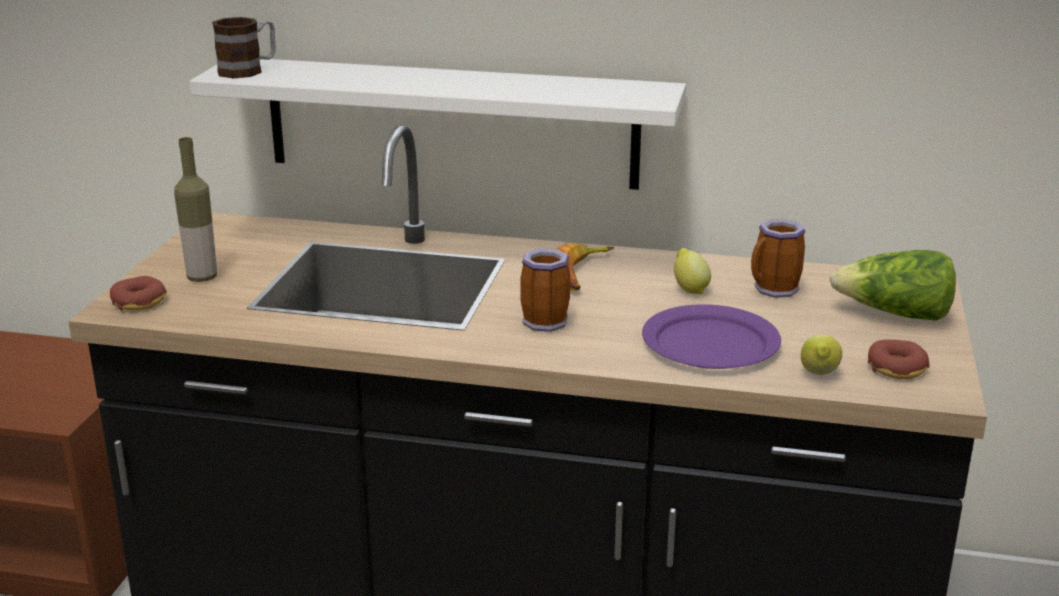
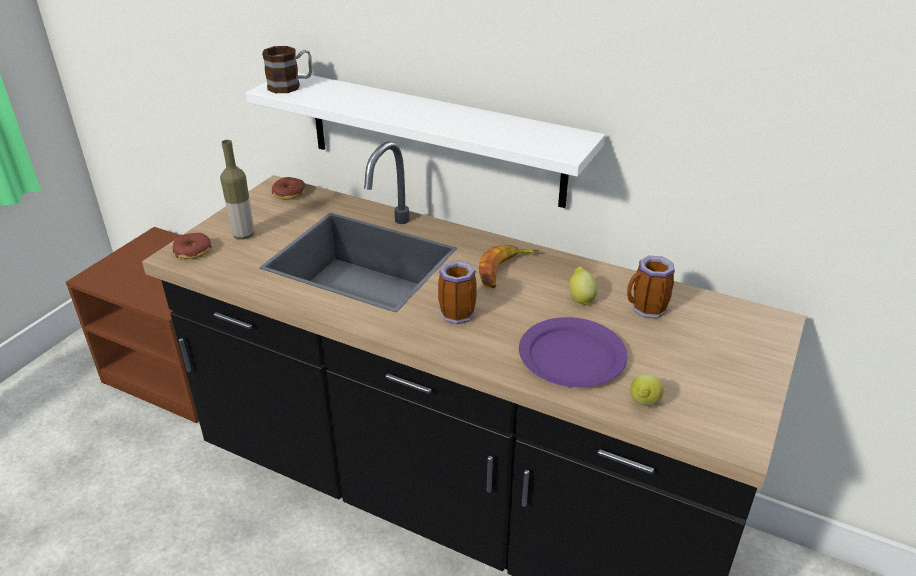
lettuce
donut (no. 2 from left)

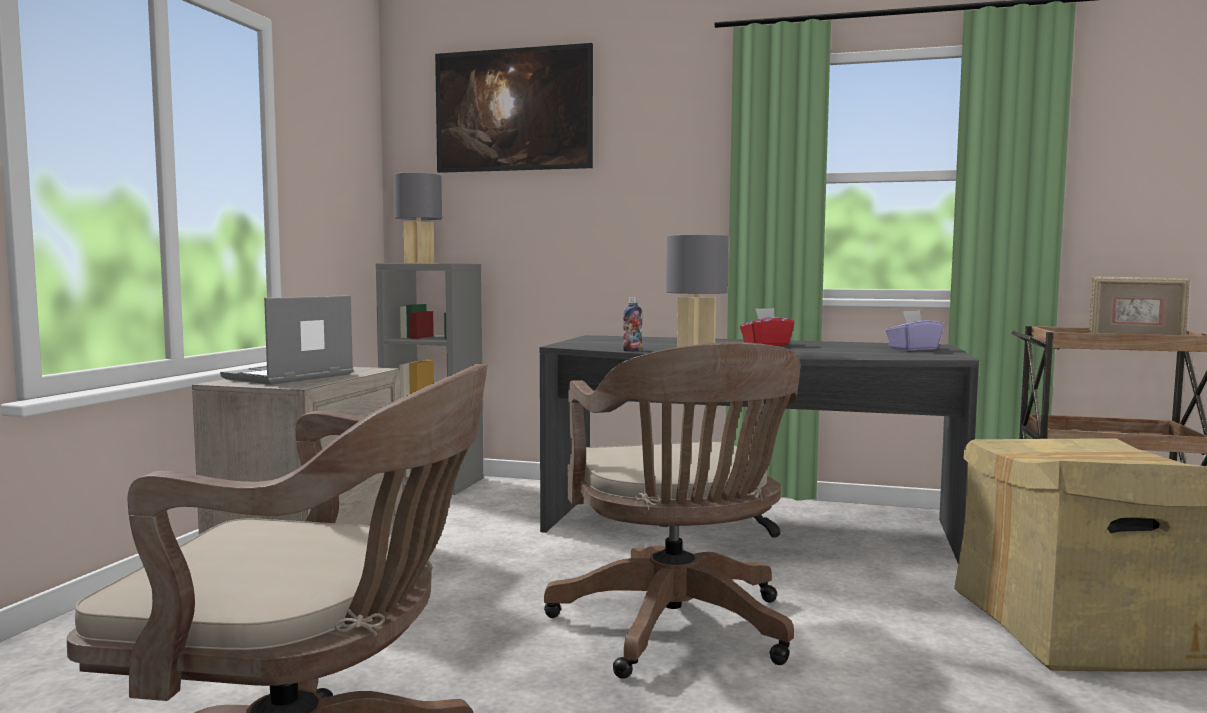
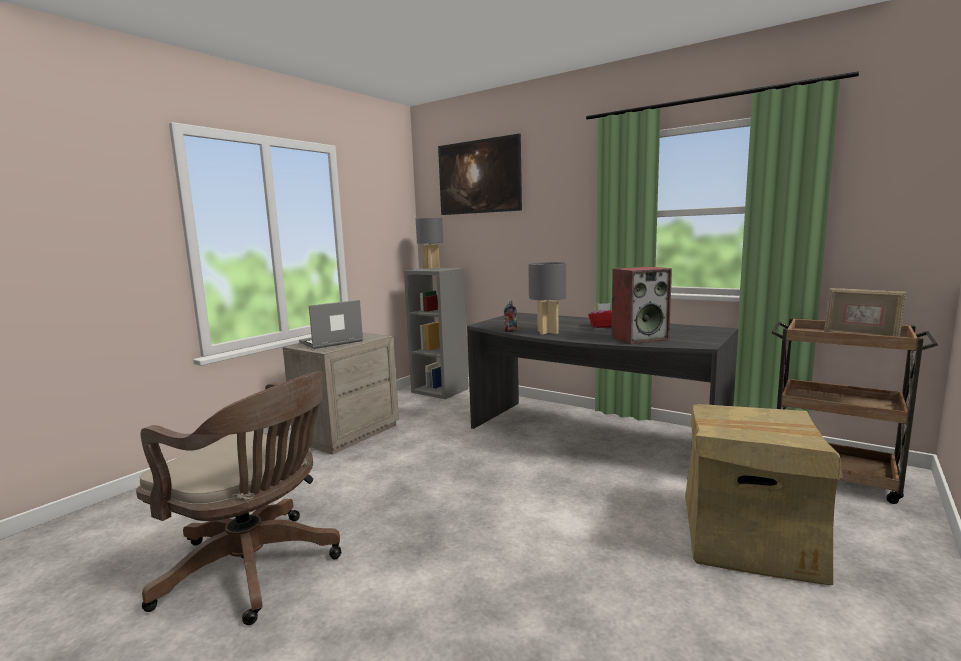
office chair/brown (no. 2 from left in the first image)
tissue box/purple
speaker

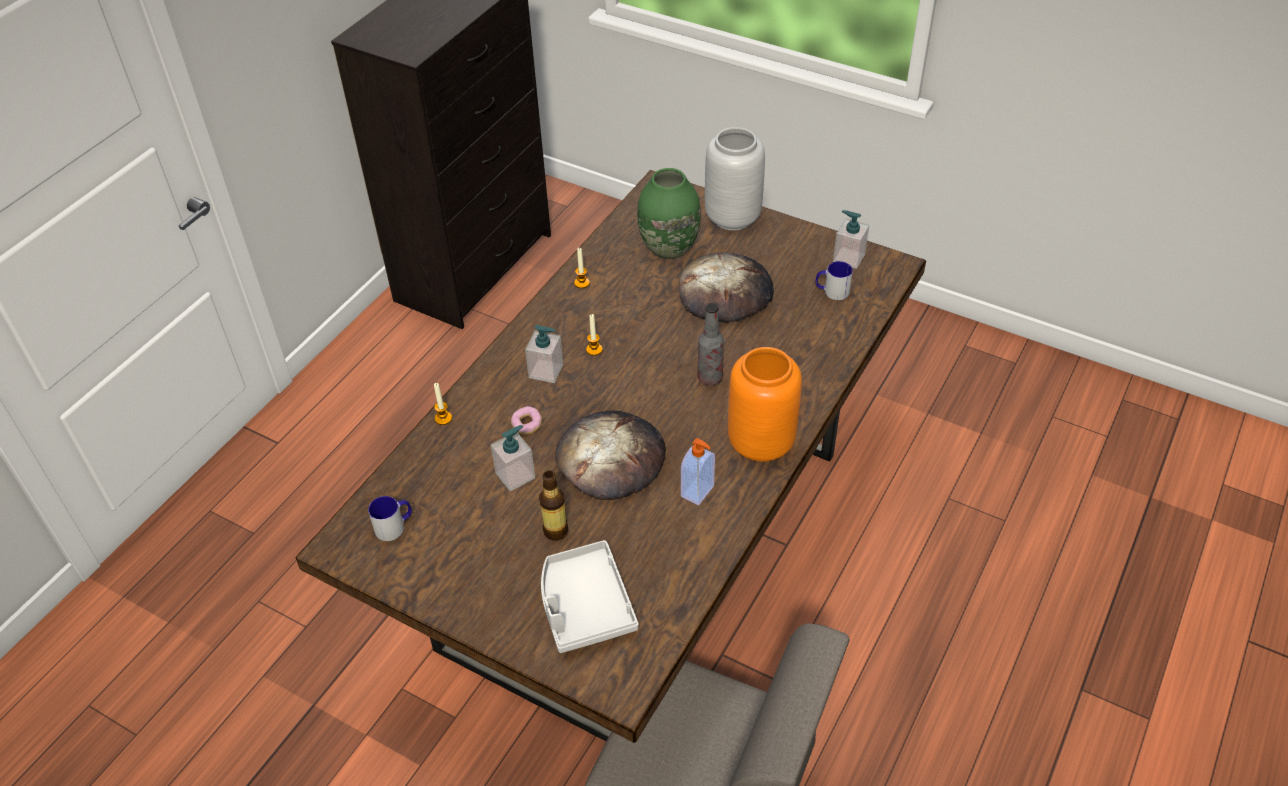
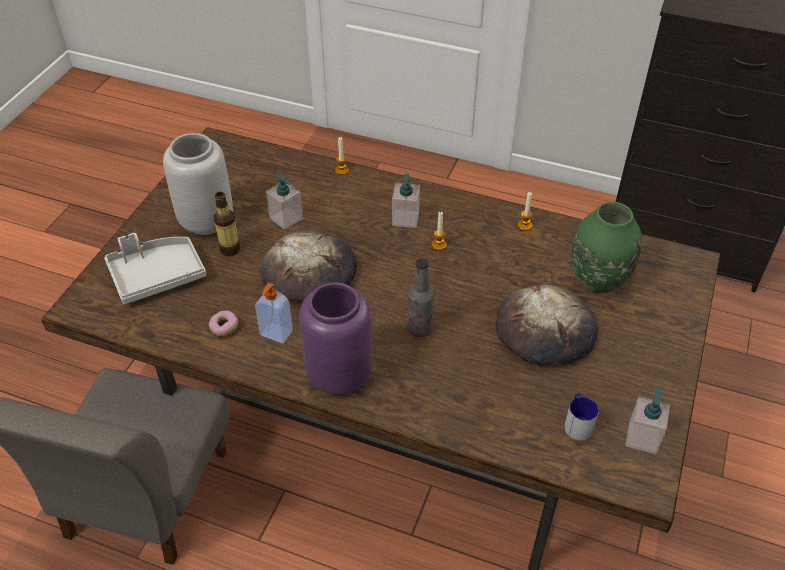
mug (no. 1 from left in the first image)
donut
vase/grey
vase/purple

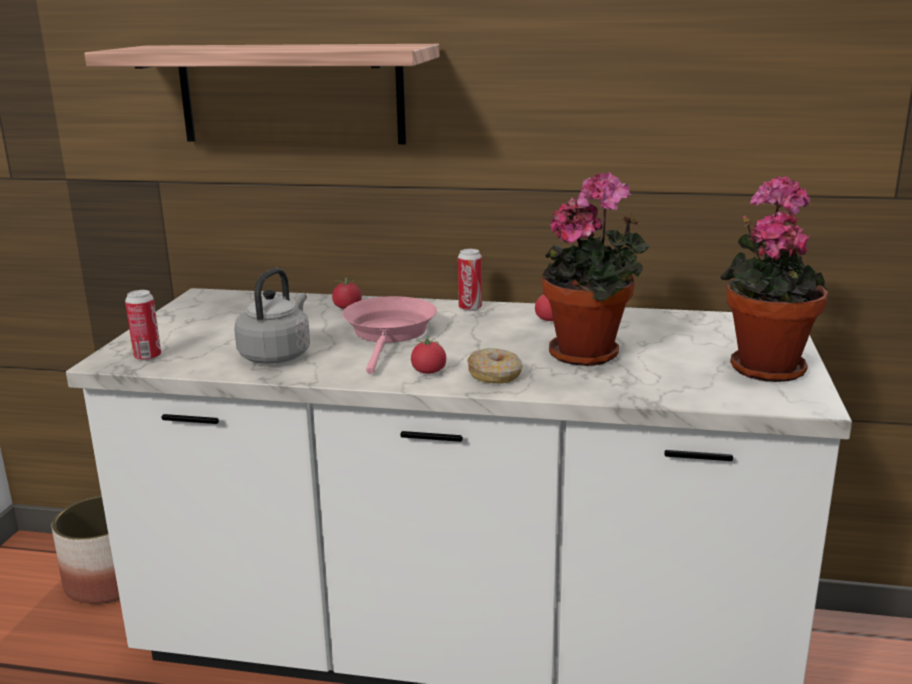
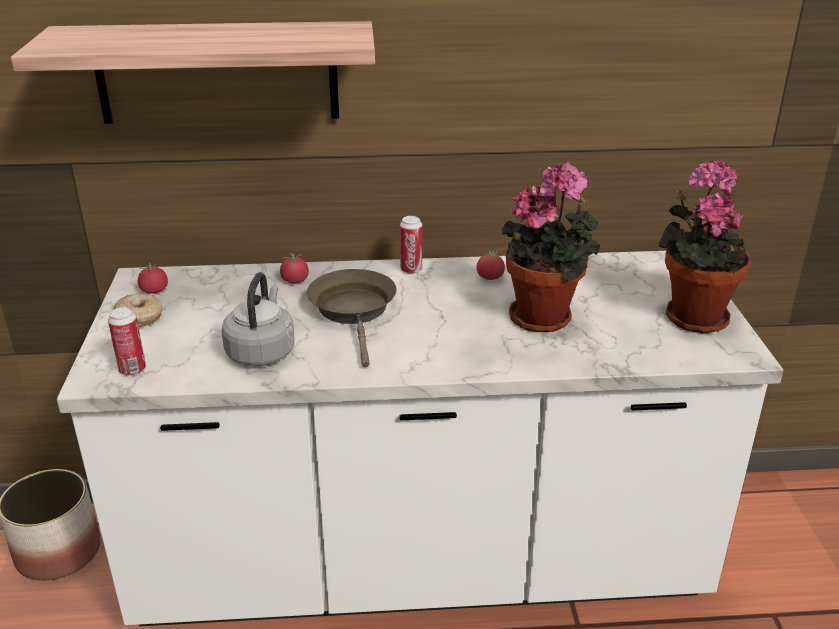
tomato (no. 1 from left)
donut
frying pan/brown

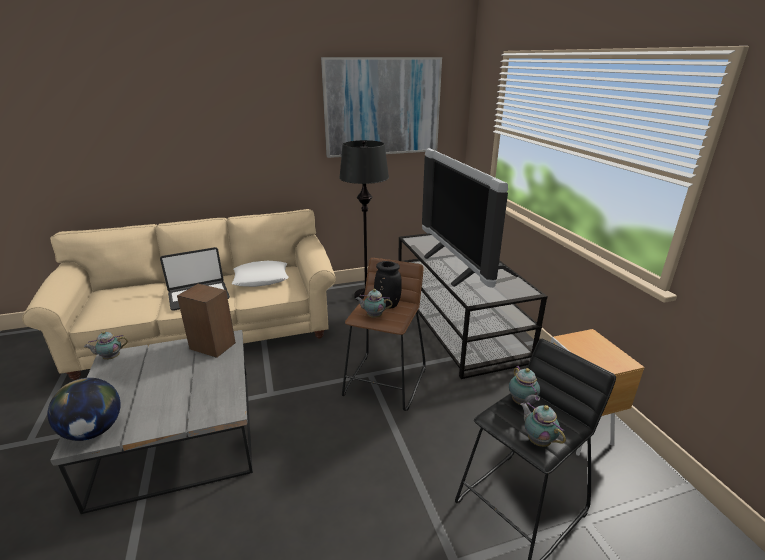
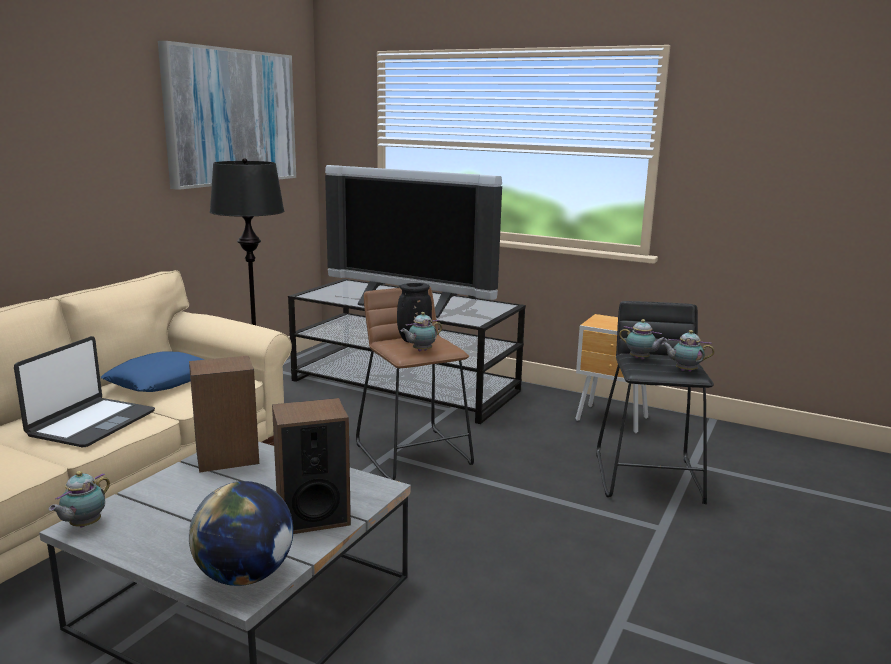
speaker (no. 2 from left)
pillow/blue

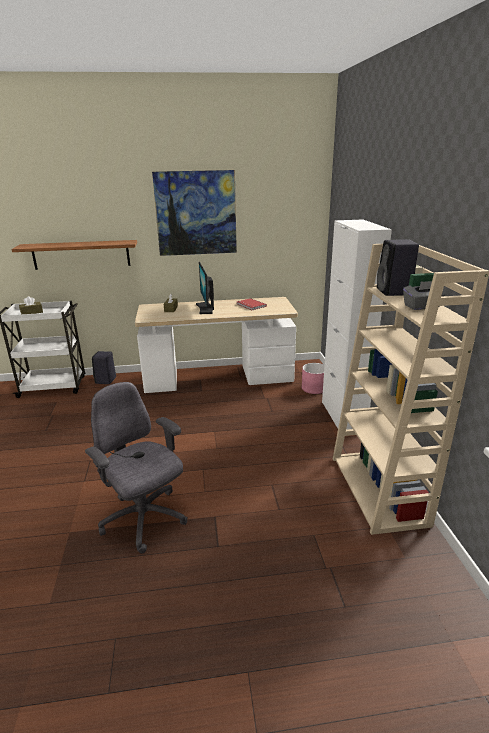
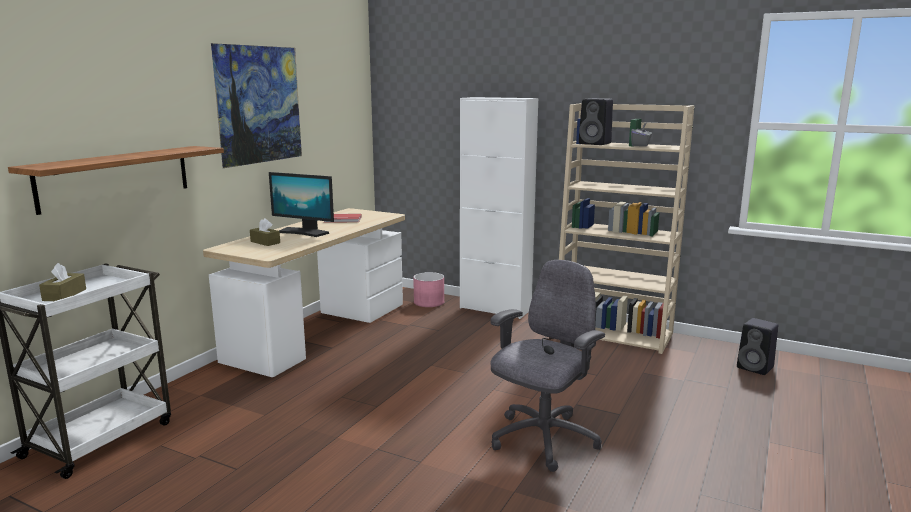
speaker/black (no. 2 from left)
office chair/grey

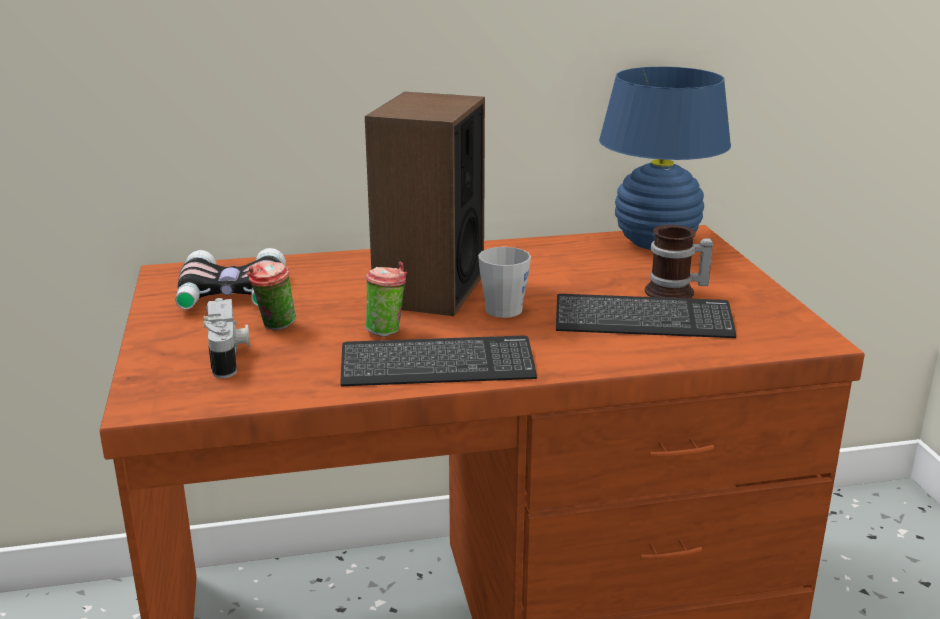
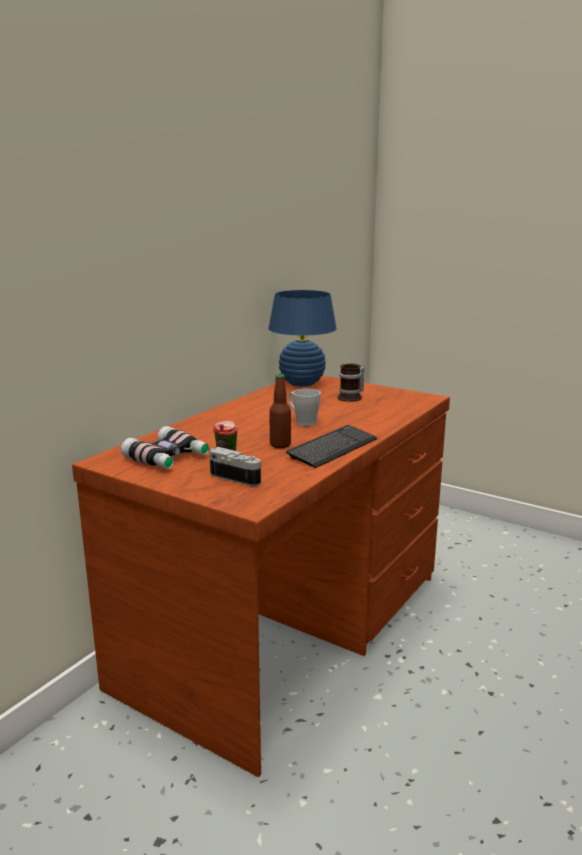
speaker
keyboard (no. 2 from left in the first image)
bottle

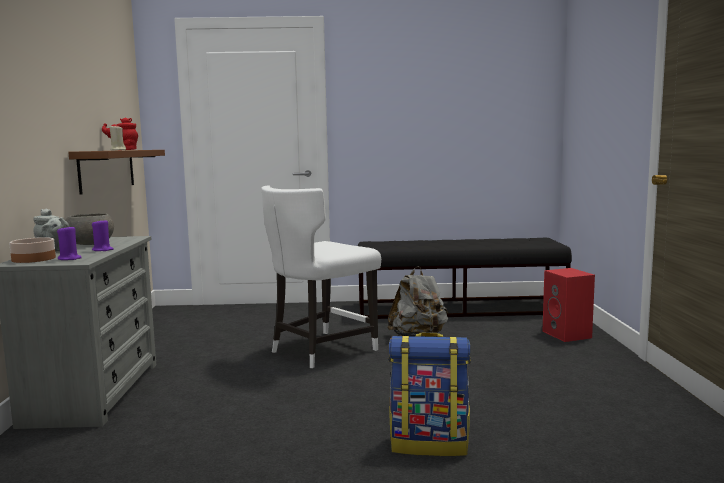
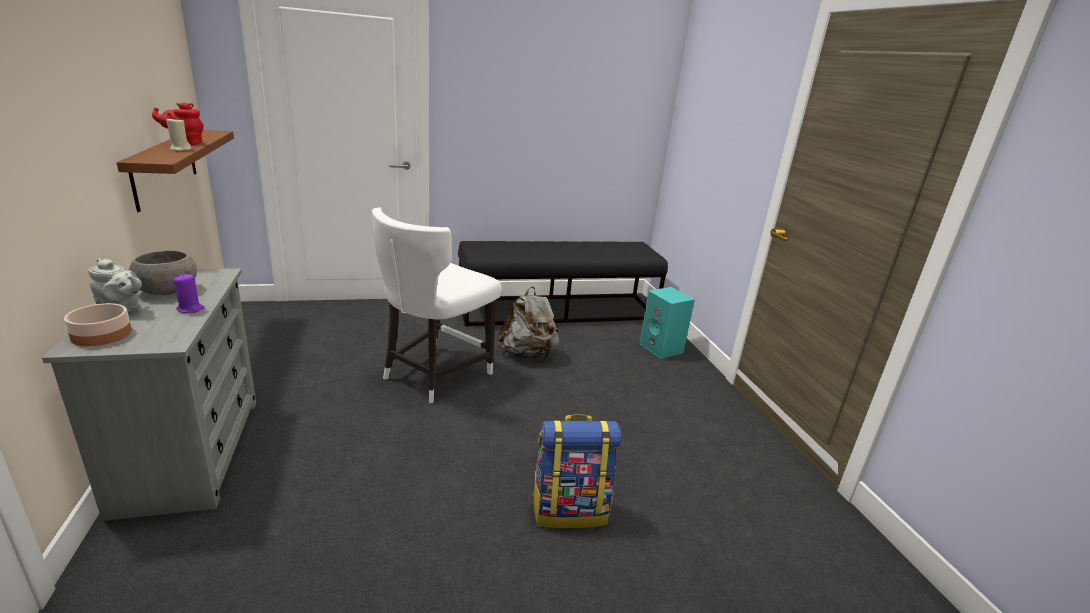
candle/purple (no. 1 from left in the first image)
speaker/turquoise

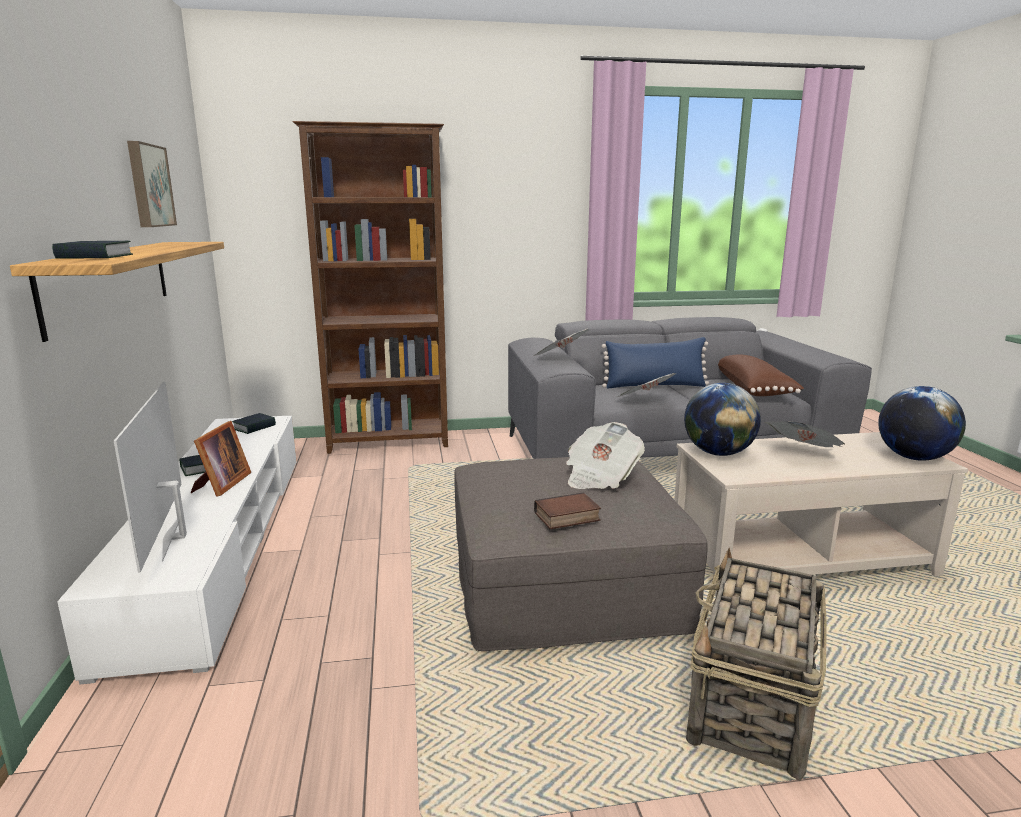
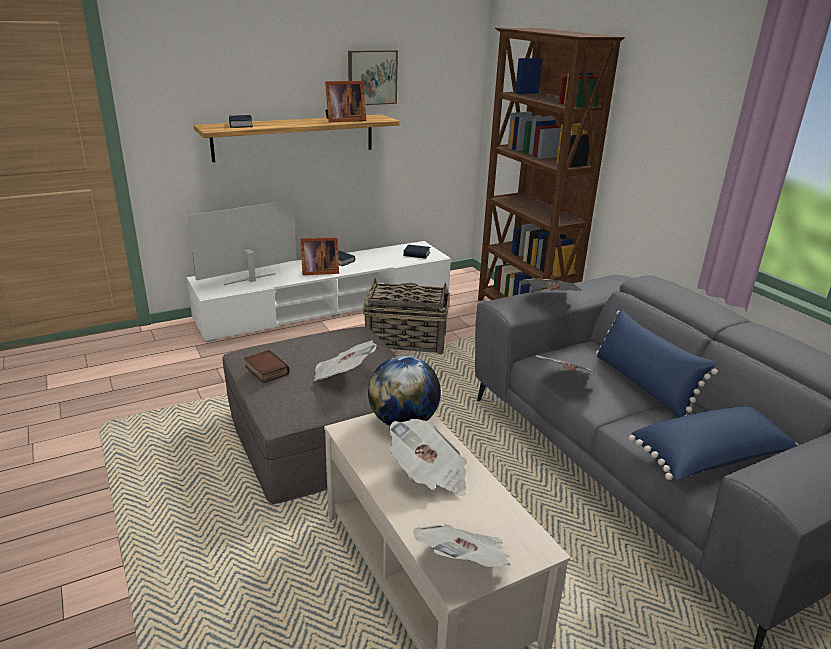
picture frame (no. 2 from left)
basket
newspaper (no. 3 from left)
pillow/blue (no. 2 from left)

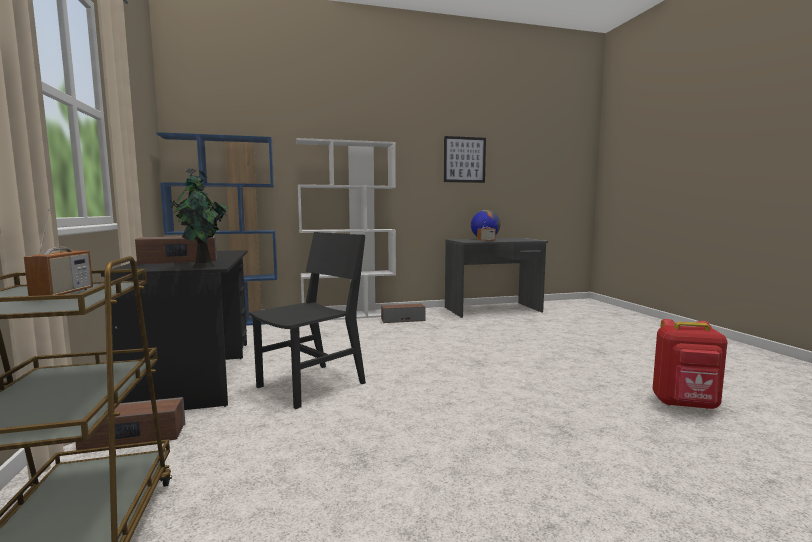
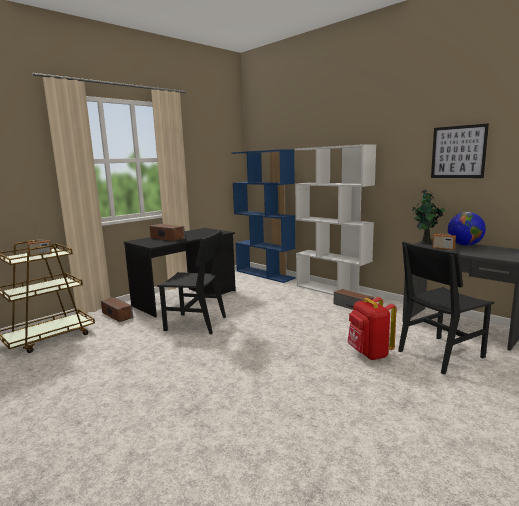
chair/black (no. 2 from left)
potted plant
backpack/red

